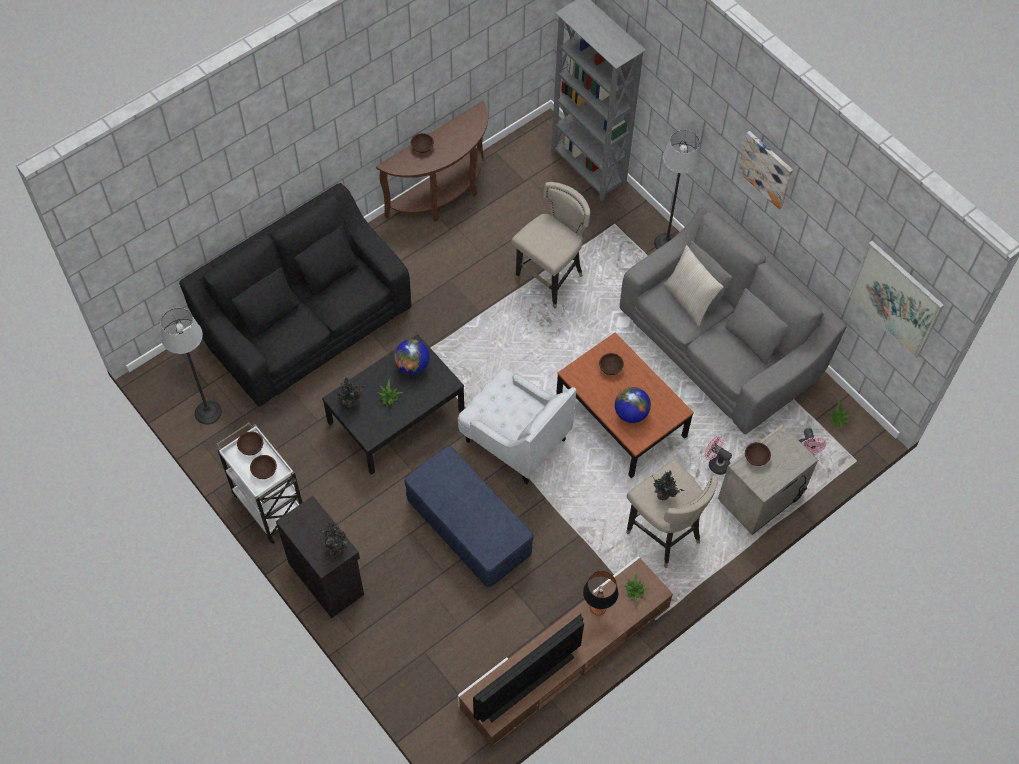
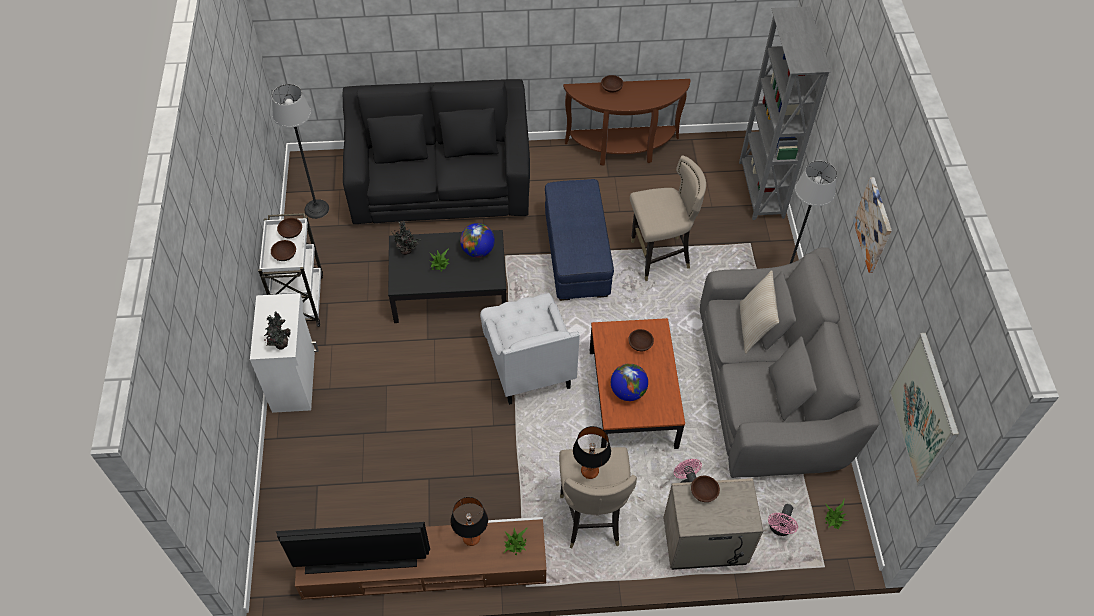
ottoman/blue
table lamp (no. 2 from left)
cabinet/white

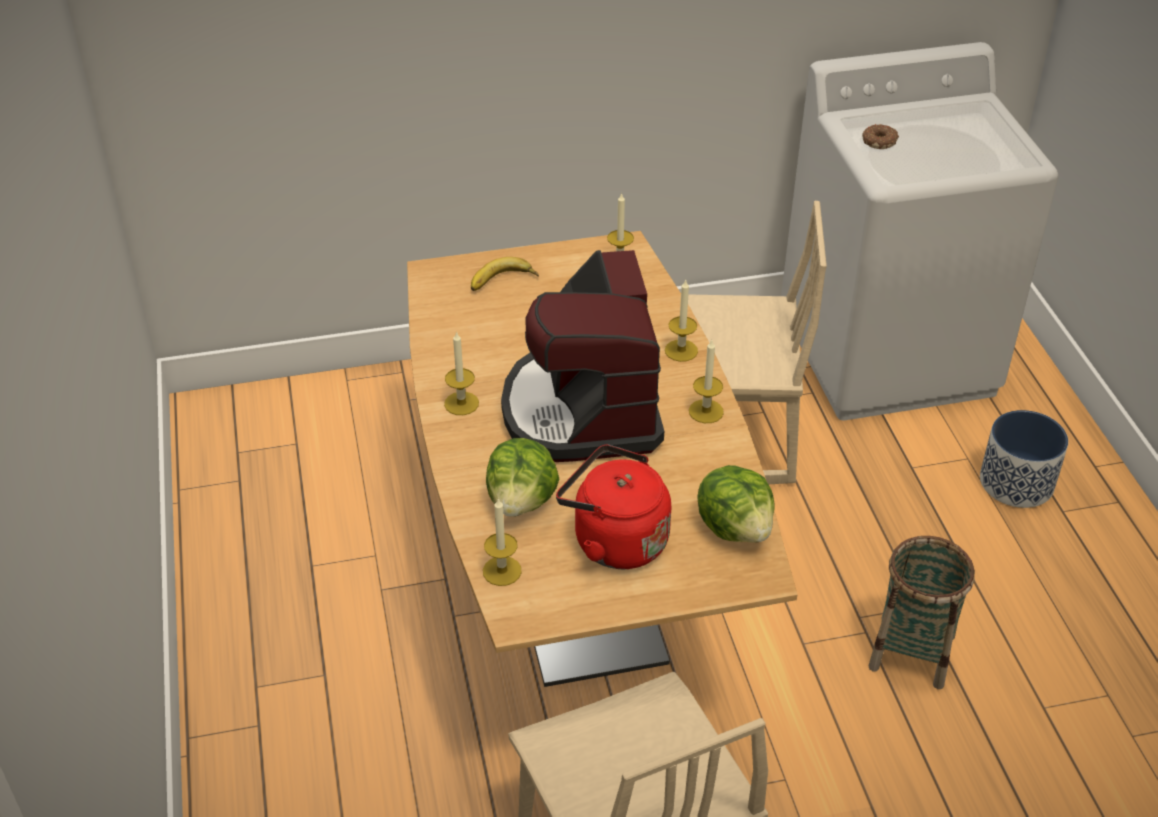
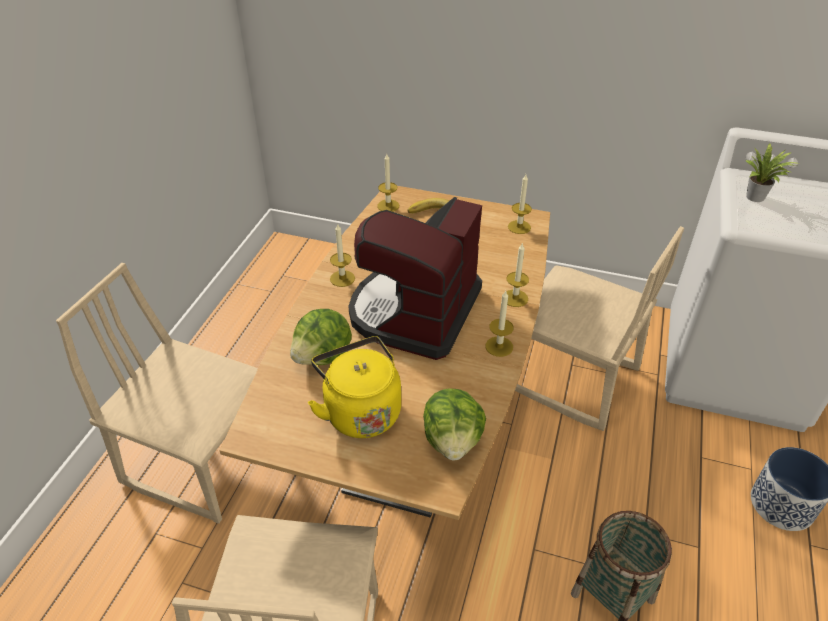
chair/beige (no. 1 from left)
candle (no. 2 from left)
potted plant
kettle/yellow

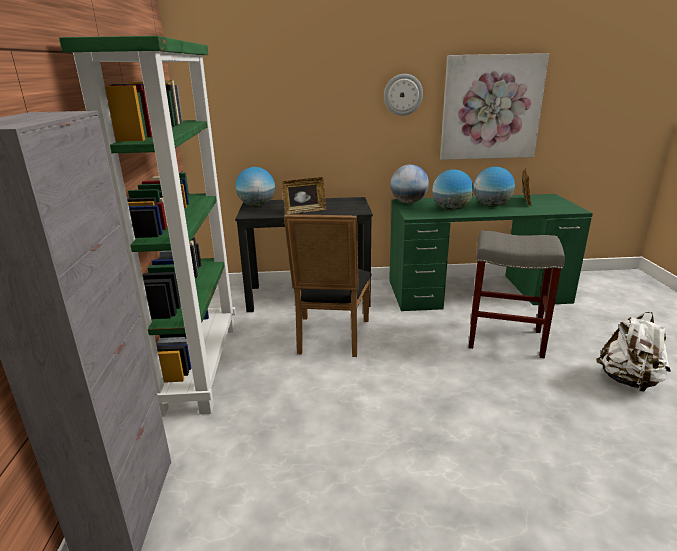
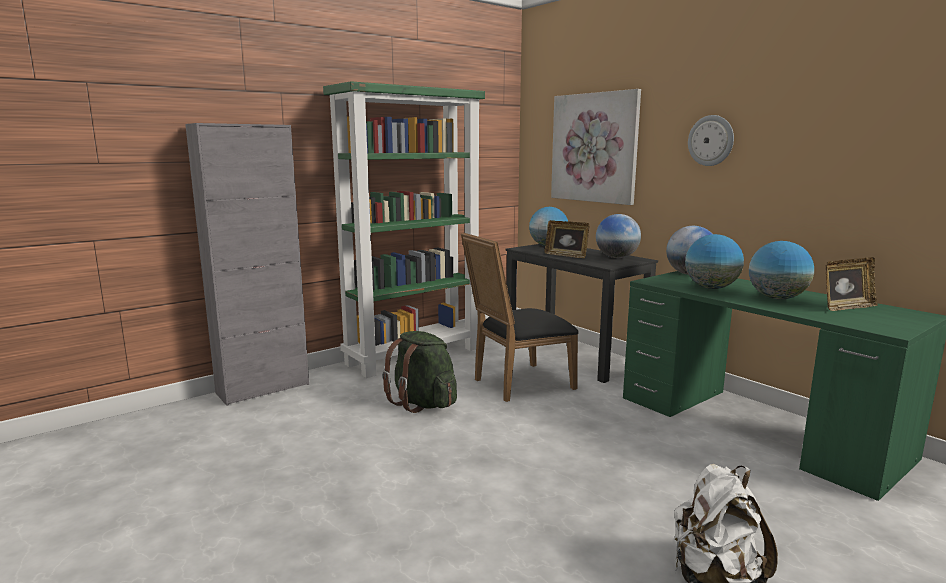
stool/grey
backpack/green
globe (no. 2 from left)
picture

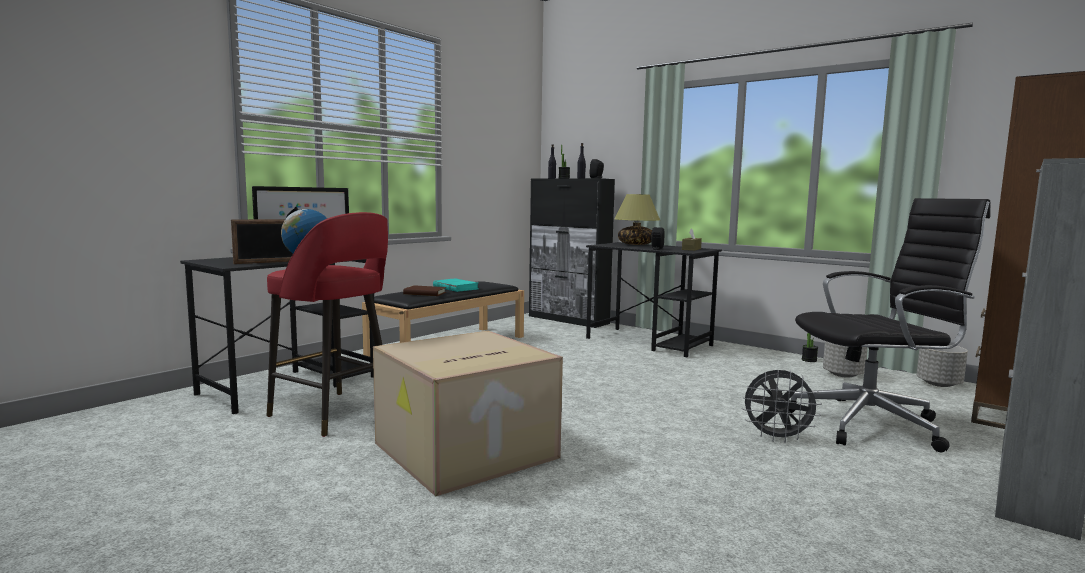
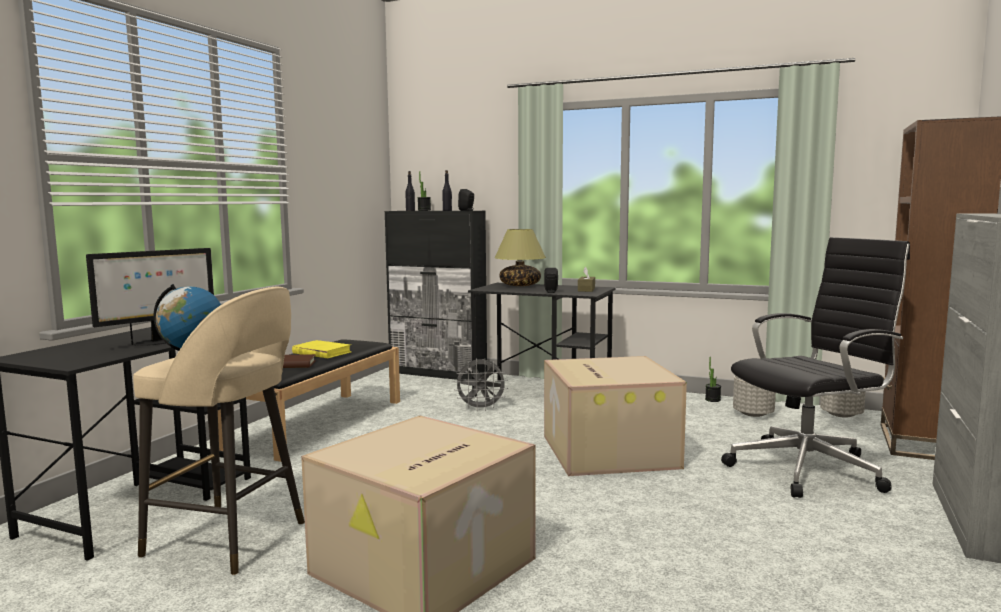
picture frame
cardboard box (no. 2 from left)
fan/grey
stool/beige
book/yellow

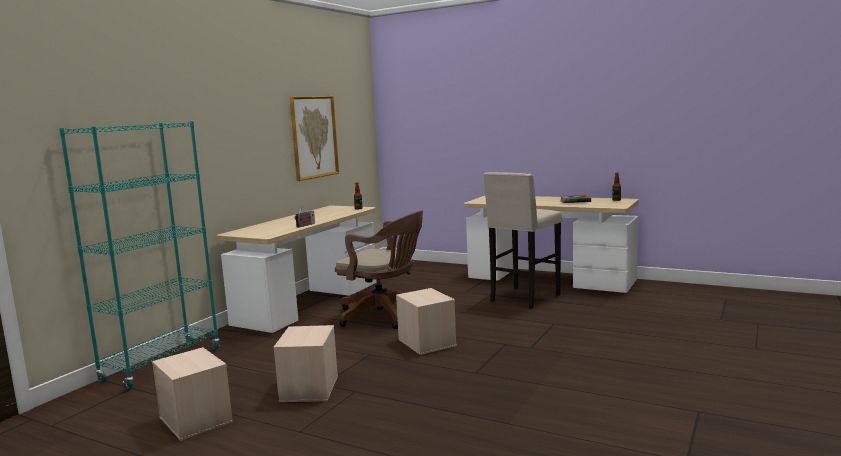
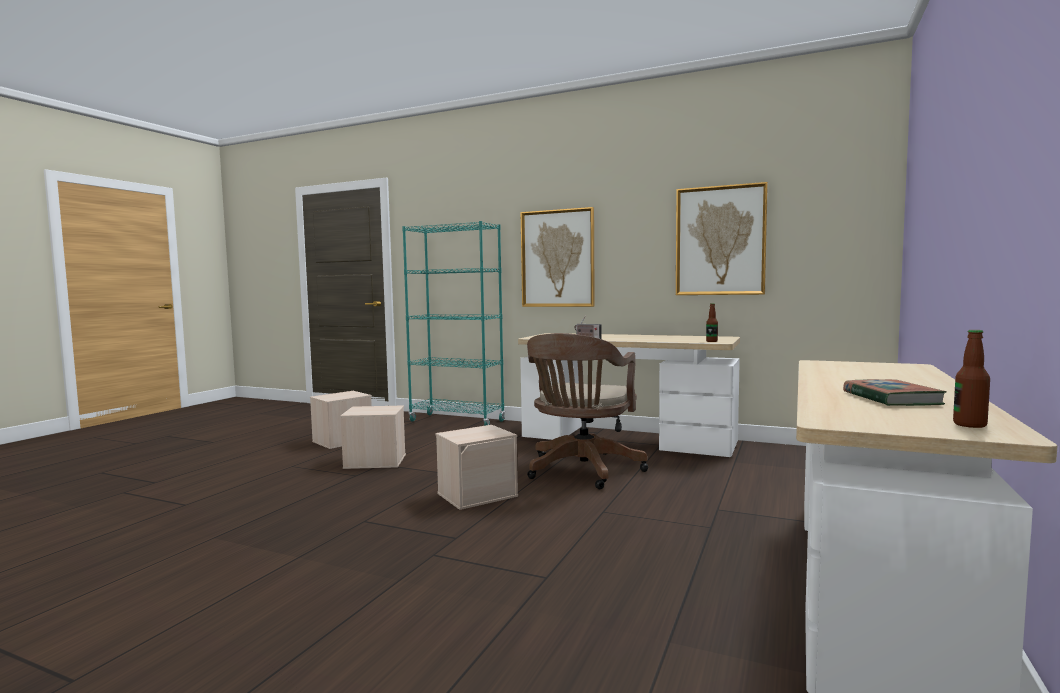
stool/beige
picture (no. 1 from left)

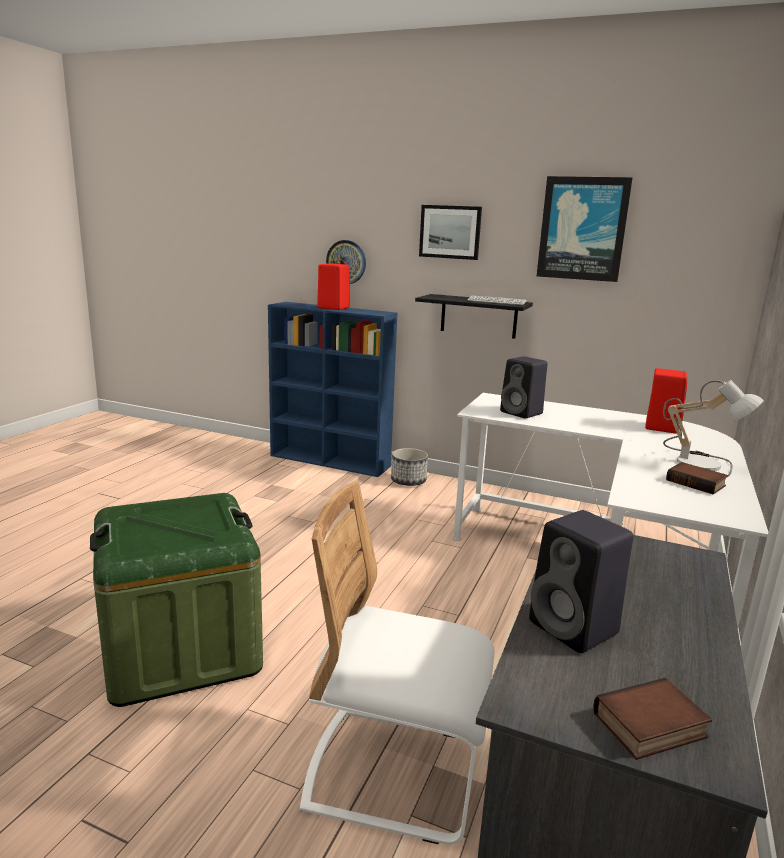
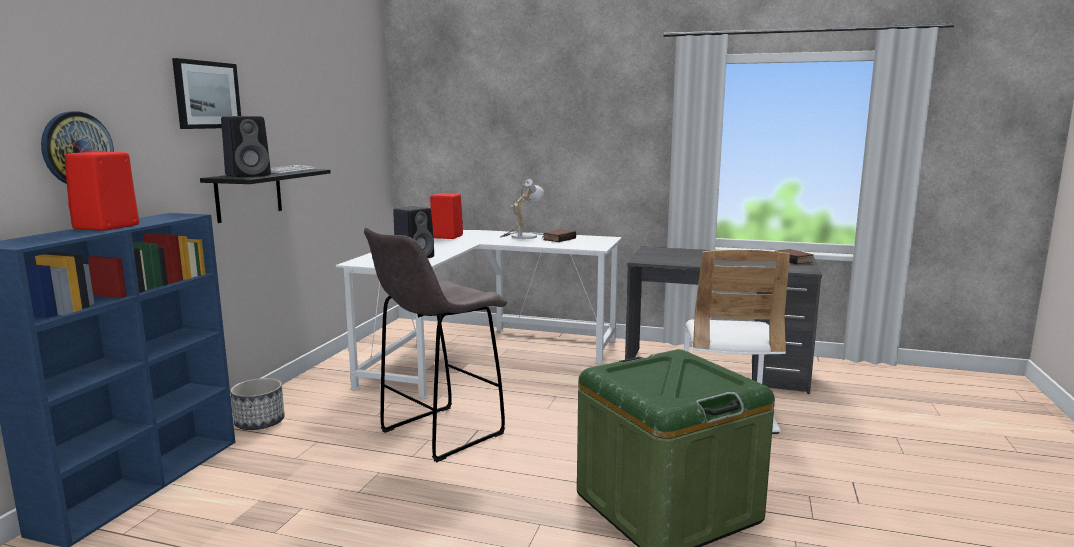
picture (no. 2 from left in the first image)
stool/grey
speaker/black (no. 1 from left)

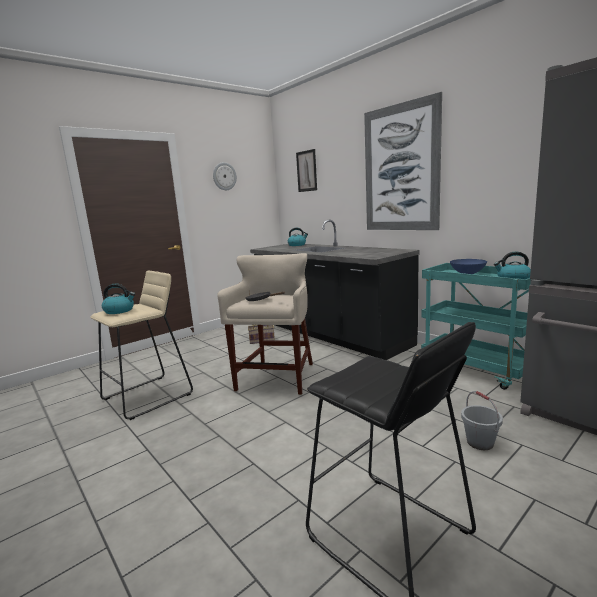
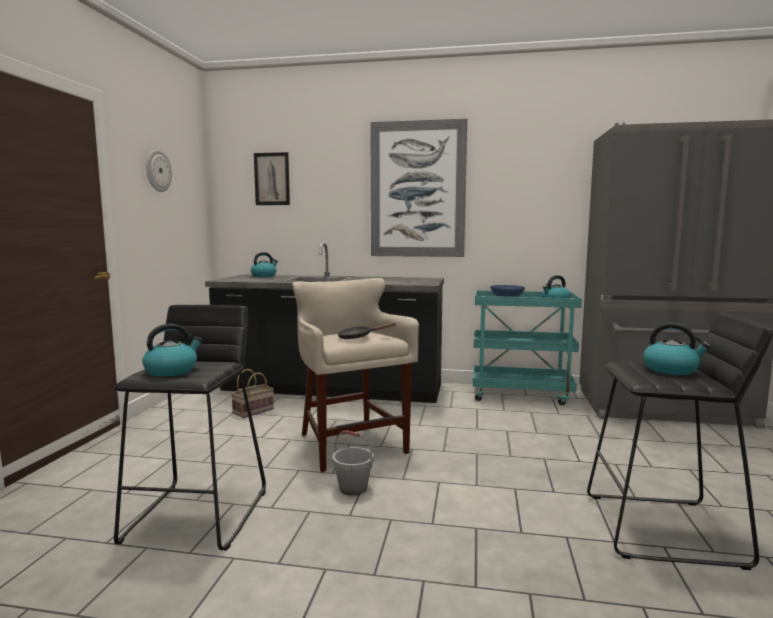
kettle (no. 4 from left)
bucket/grey
stool/black (no. 1 from left)

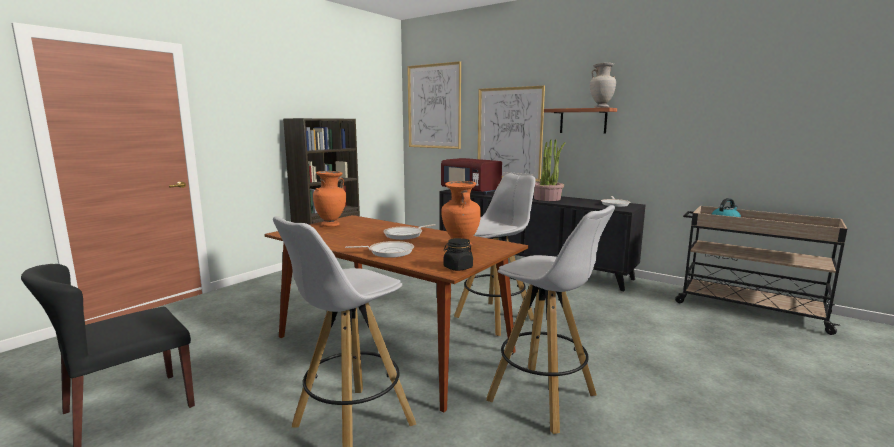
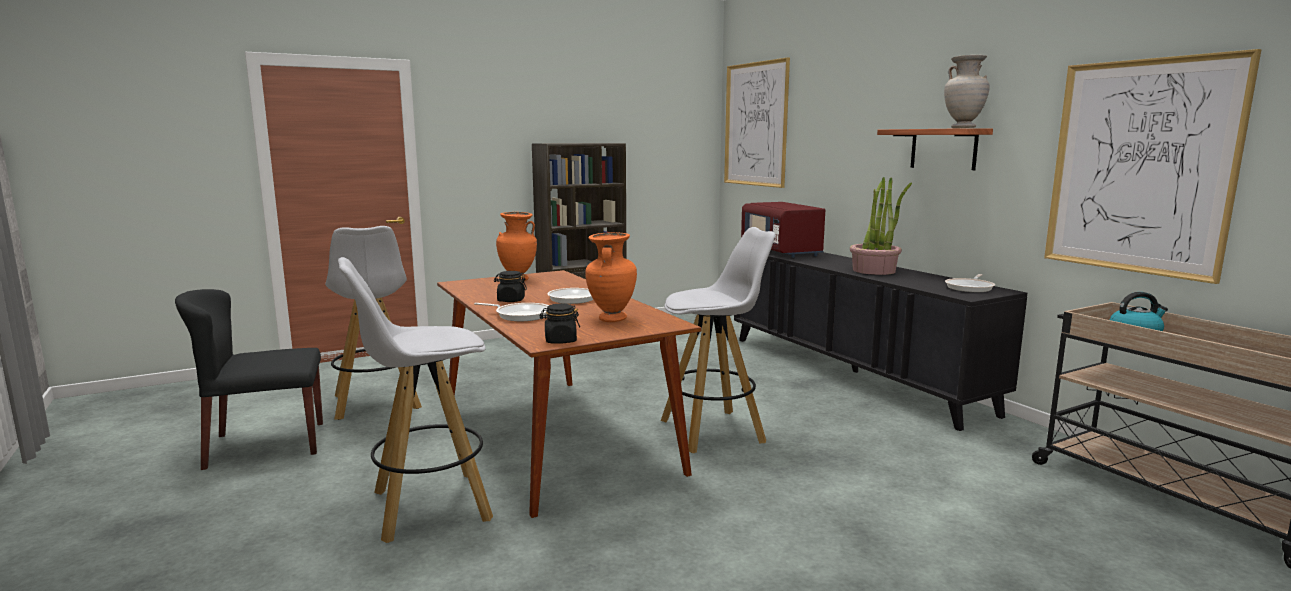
jar/black (no. 1 from left)
picture (no. 2 from left)
stool/white (no. 1 from left)

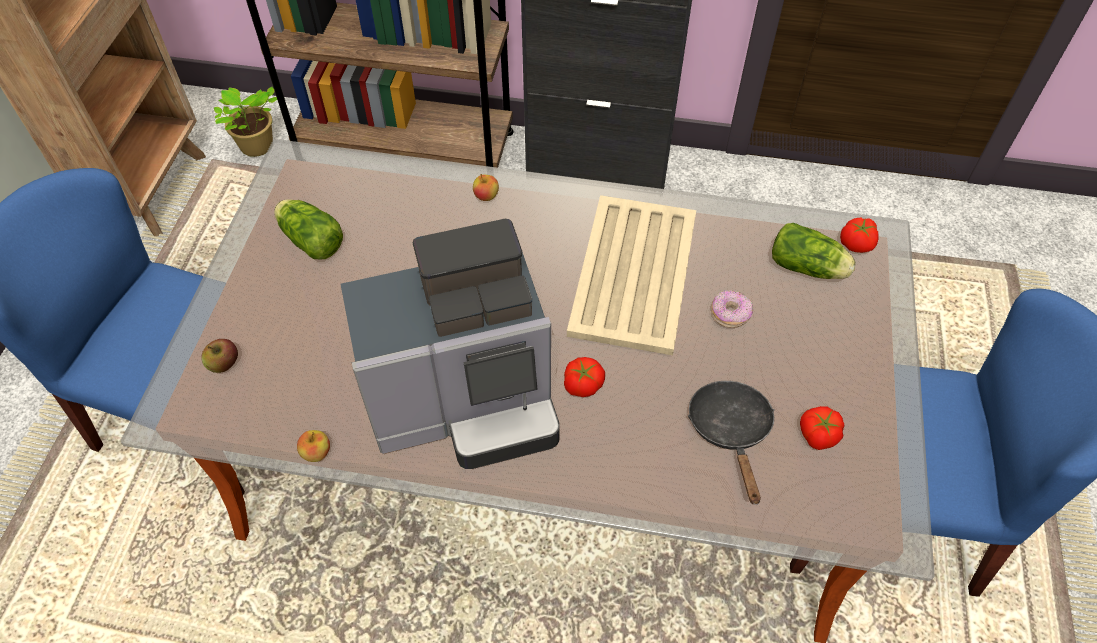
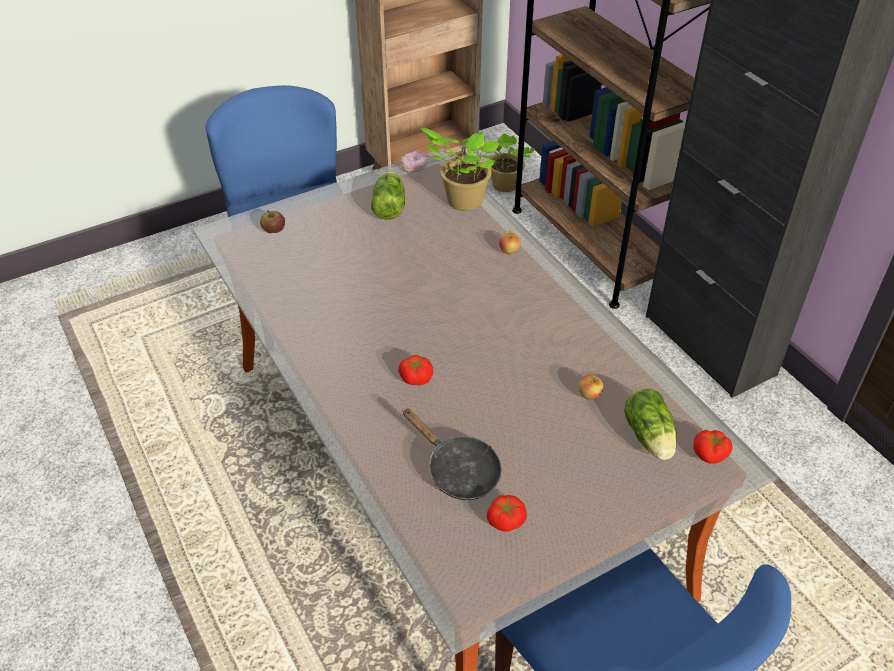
coffee machine
tray/beige
potted plant (no. 1 from left)
apple (no. 3 from left)
donut
frying pan/black

